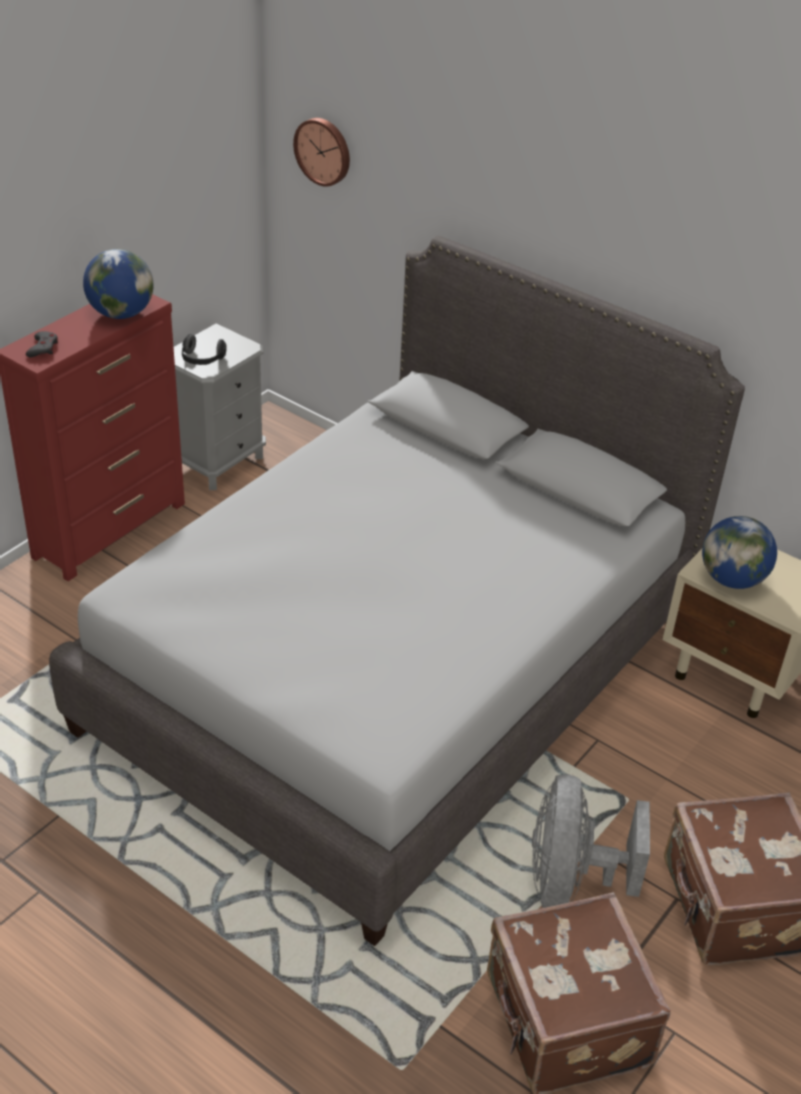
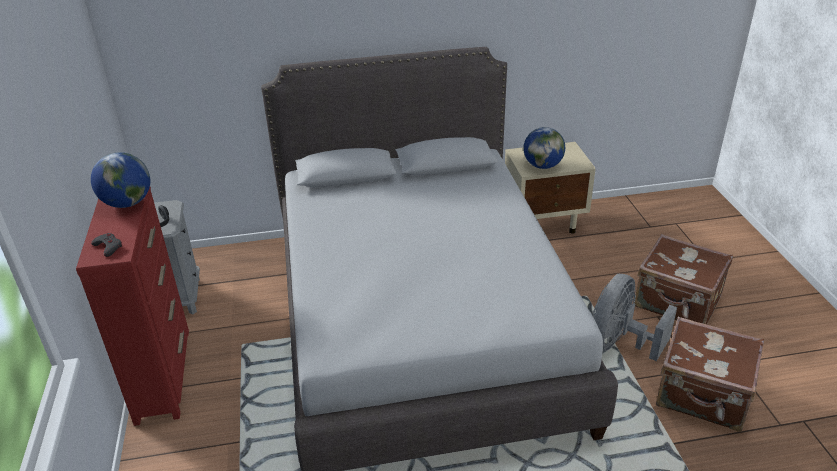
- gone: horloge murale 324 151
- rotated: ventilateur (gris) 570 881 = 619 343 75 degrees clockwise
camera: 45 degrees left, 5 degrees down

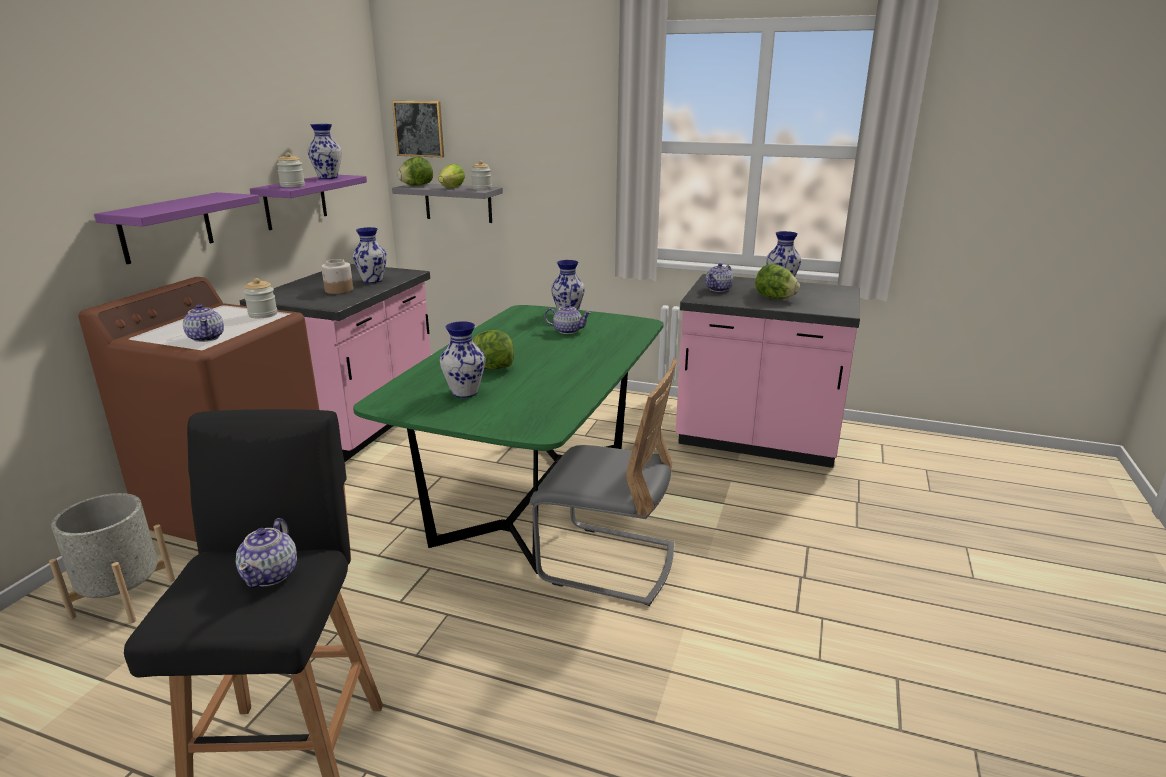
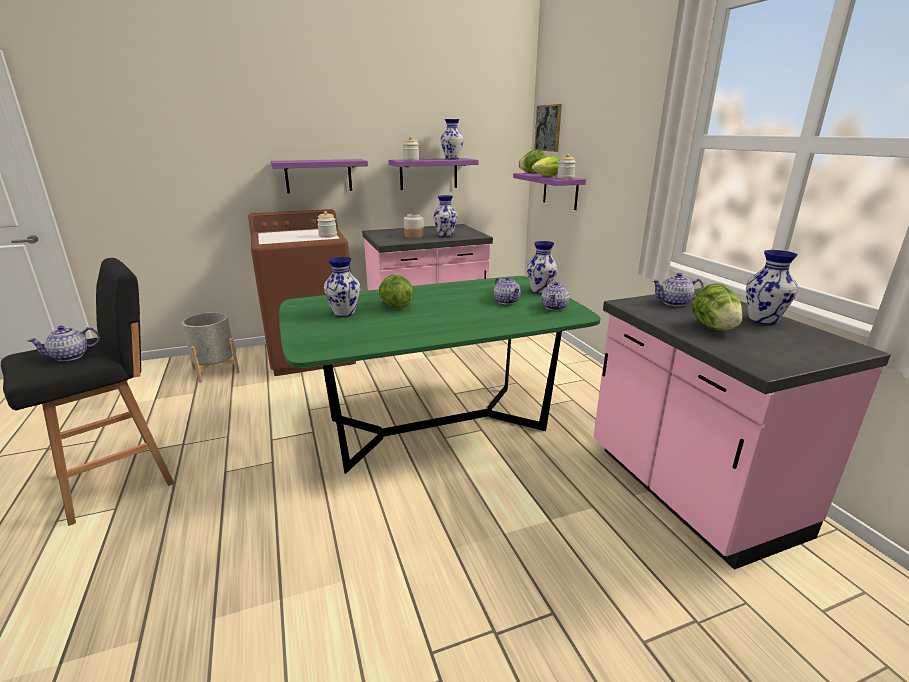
- repainted: étagère (gris) 458 203 to étagère (violet) 560 190
- shifted: théière 206 338 to 554 307
- gone: chaise (gris) 607 563
camera: 50 degrees right, 0 degrees up

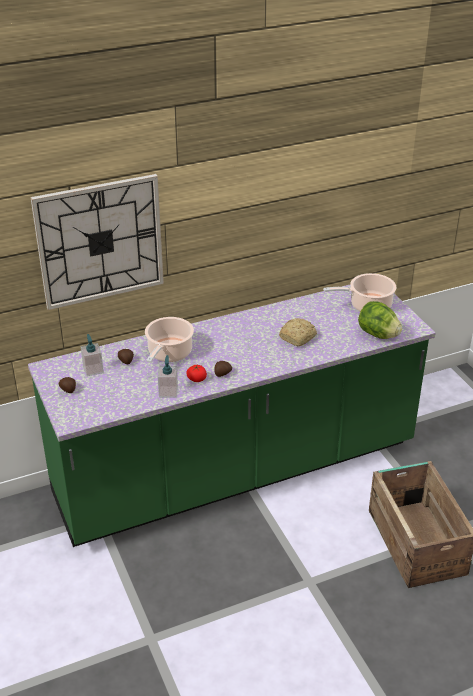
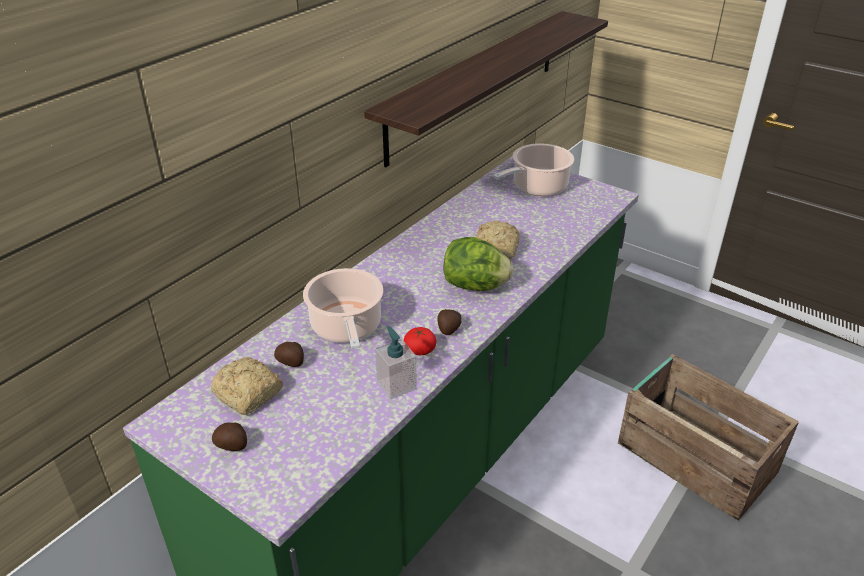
- gone: horloge murale 100 241
- shifted: laitue 378 334 to 475 286
- swapped: distributeur de savon 93 369 to pain 248 395
- new: étagère 476 83
camera: 30 degrees left, 0 degrees up

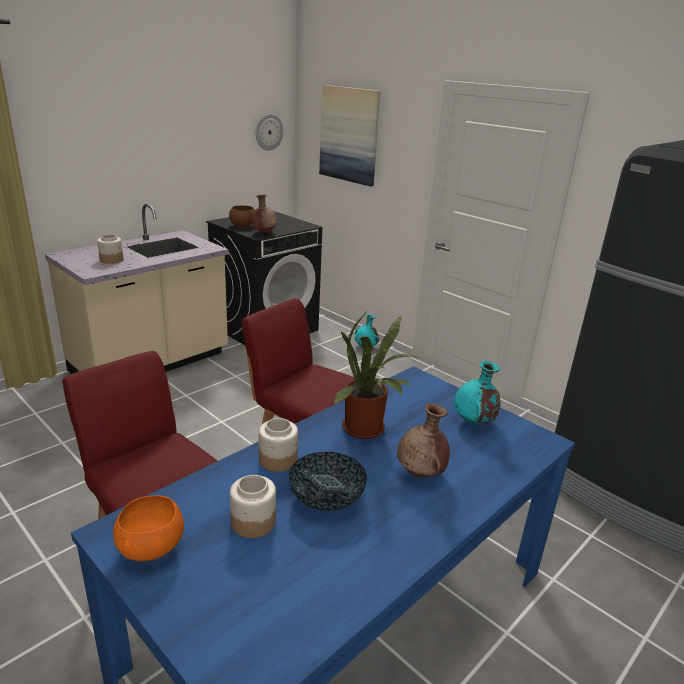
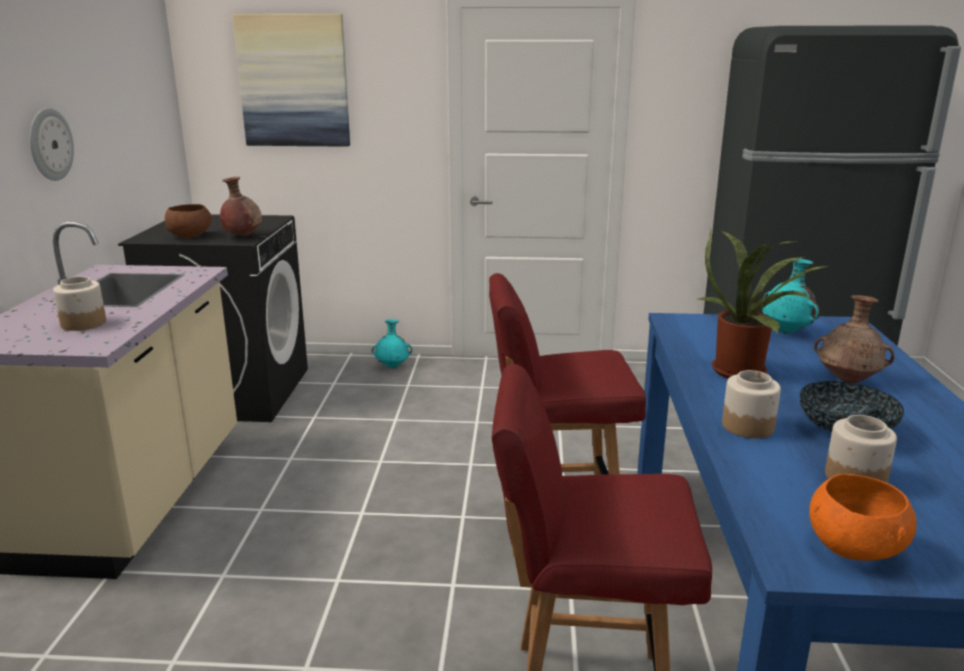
- shifted: horloge murale 268 132 to 49 144
camera: 40 degrees left, 5 degrees down

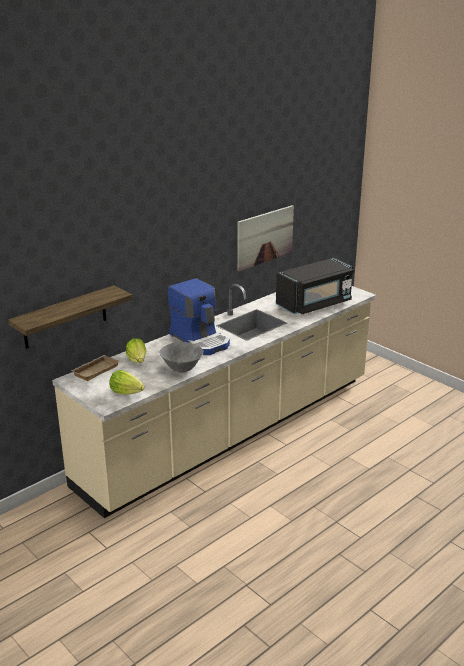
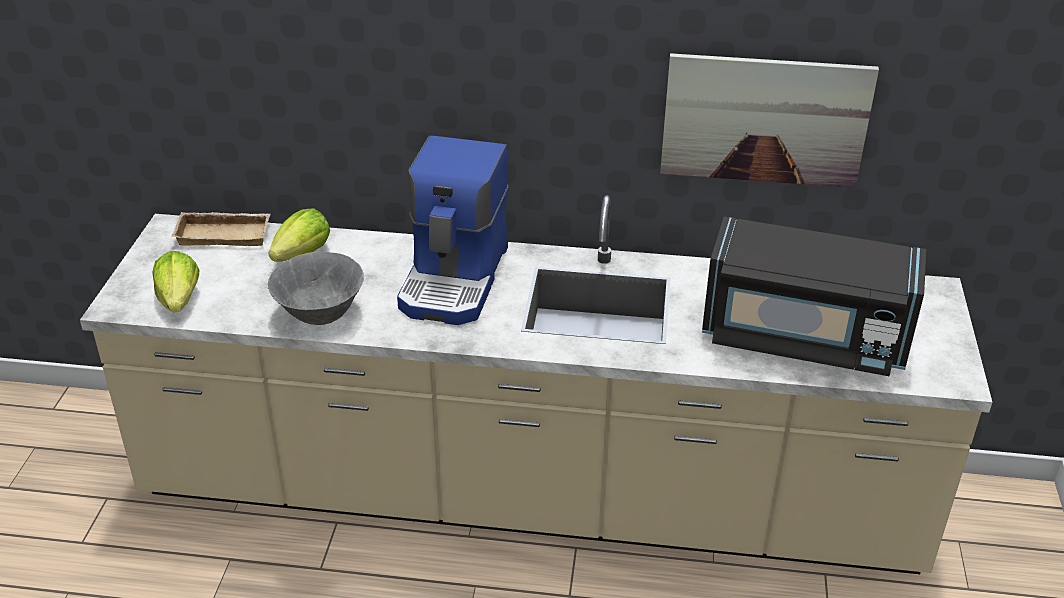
- gone: étagère 65 317
camera: 50 degrees right, 10 degrees up

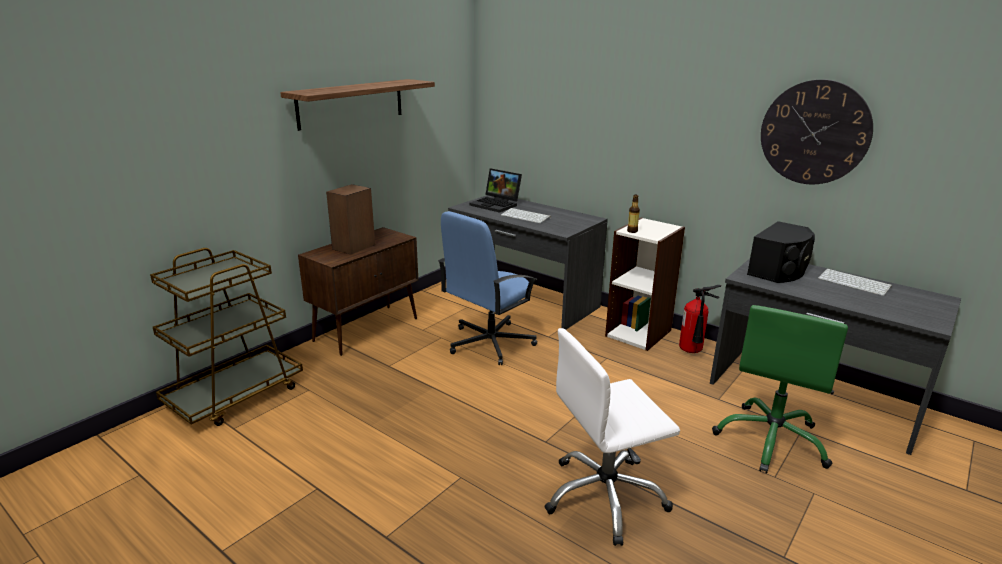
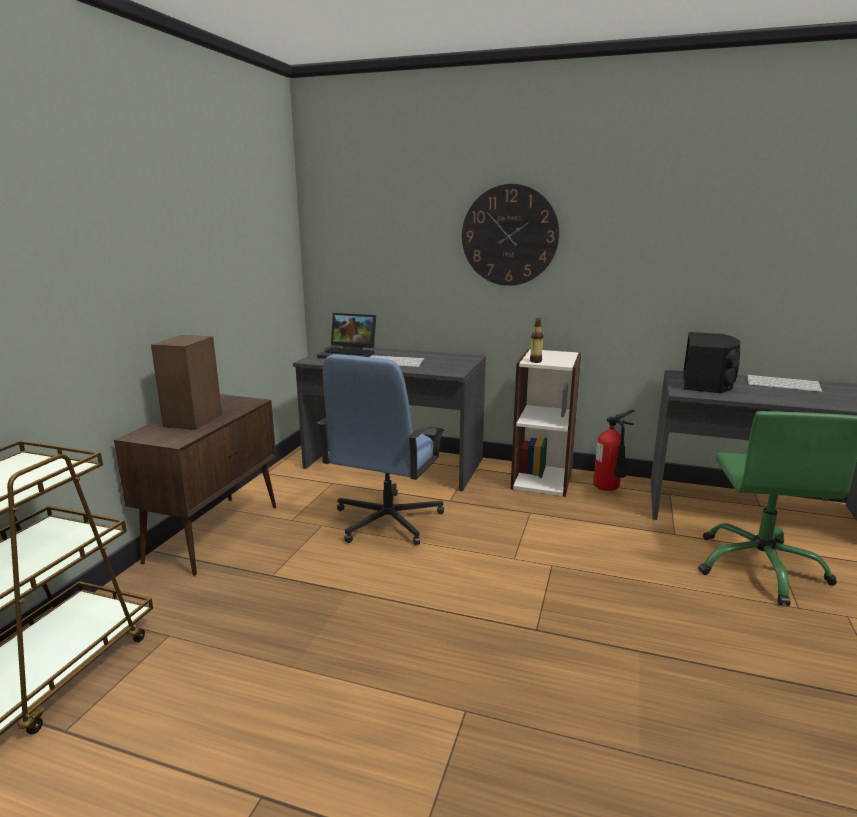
- gone: étagère 351 103
- shifted: horloge murale 814 133 to 509 235
- gone: chaise de bureau (blanc) 605 497
camera: 20 degrees left, 5 degrees down

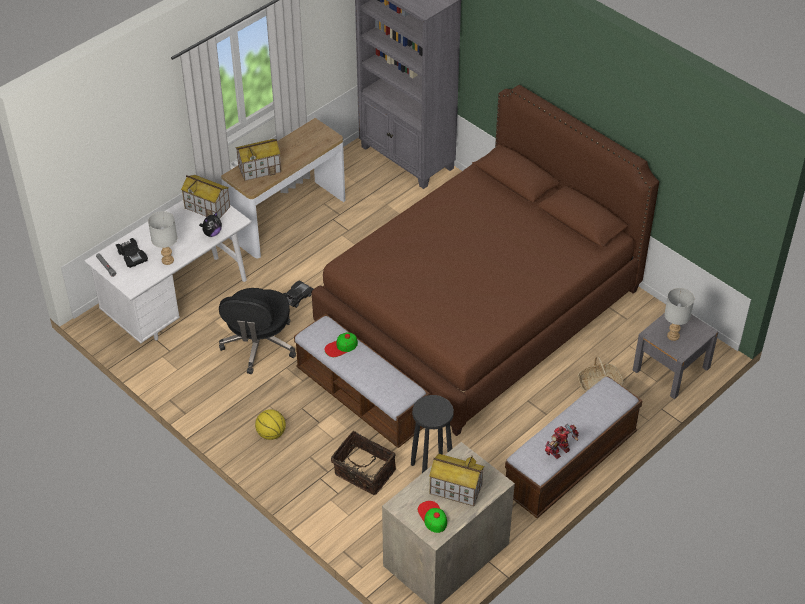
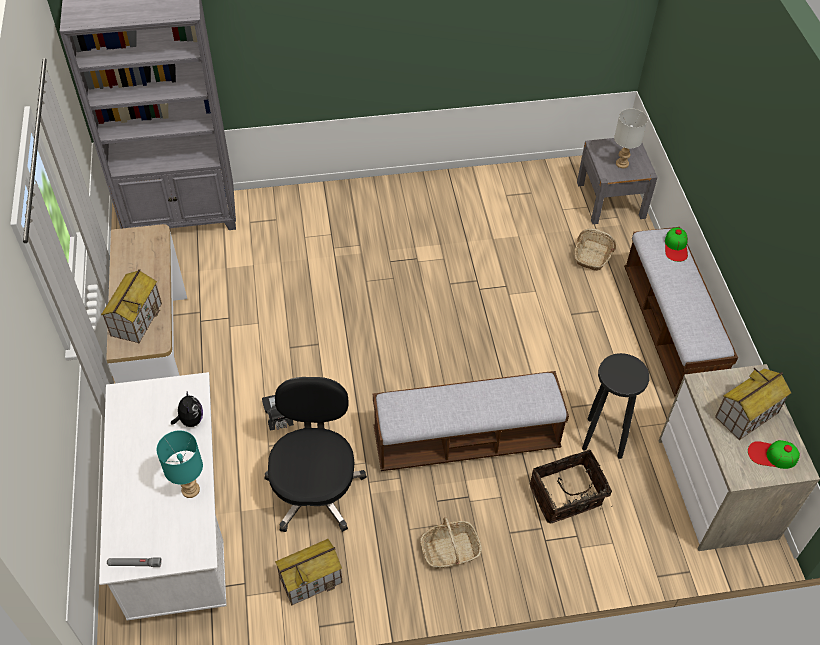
- gone: lit (marron) 479 309
- shifted: maison miniature 207 207 to 311 579
- repainted: lampe de table (gris) 168 260 to lampe de table (turquoise) 190 489
- gone: petite voiture (noir) 132 256
- rotated: chaise de bureau (noir) 259 345 = 315 489 135 degrees counterclockwise
- shifted: casquette 341 347 to 676 247
- swapped: ballon de basket 271 433 to panier 450 550
- gone: robot jouet 560 452
camera: 55 degrees left, 5 degrees up

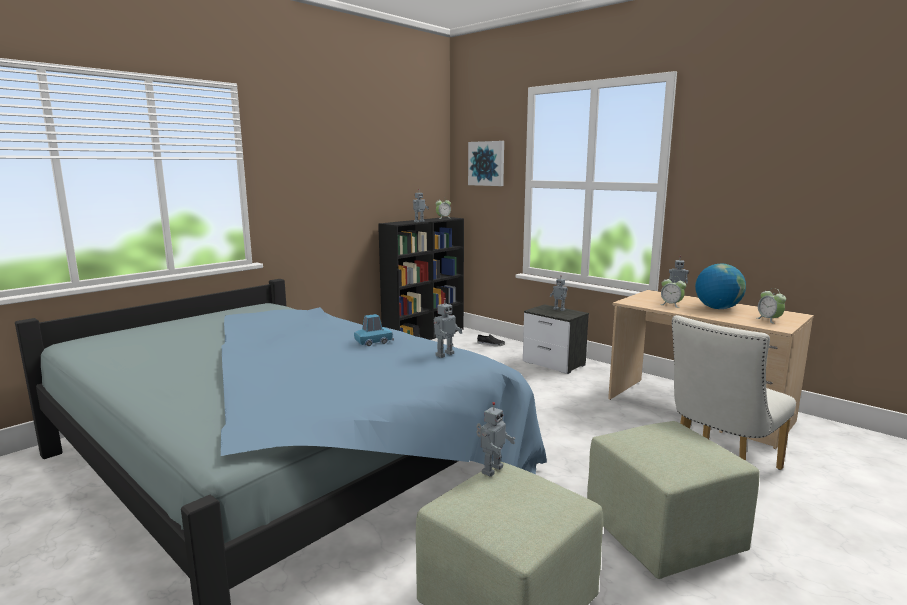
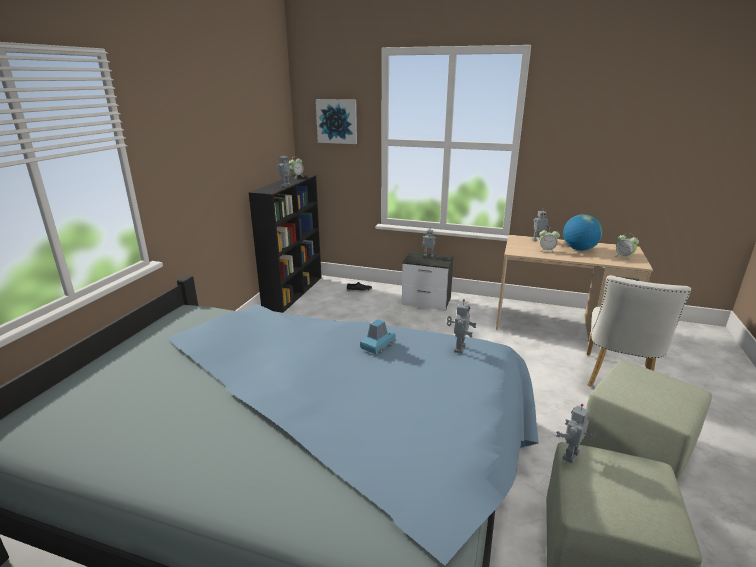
- rotated: robot jouet 491 469 = 572 456 150 degrees counterclockwise
camera: 25 degrees left, 10 degrees up

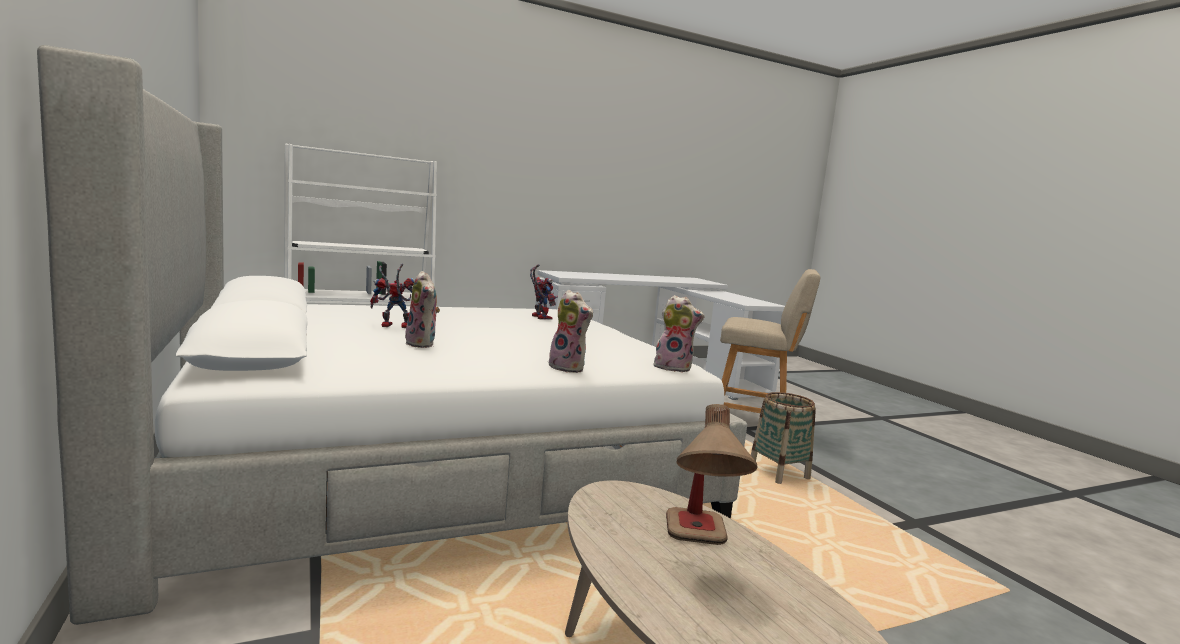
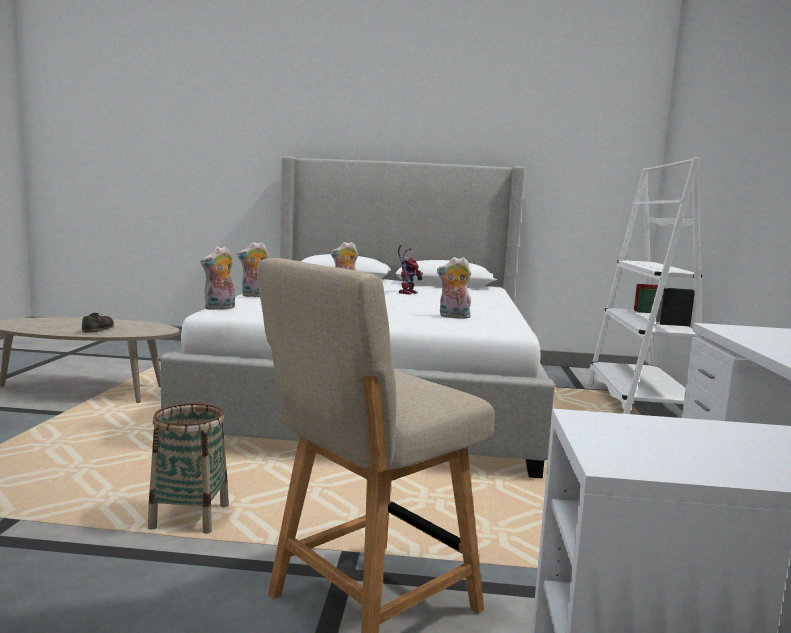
- swapped: robot jouet 539 317 to peluche 453 317
- swapped: lampe de table 699 547 to chaussure (marron) 98 329
camera: 120 degrees right, 0 degrees up

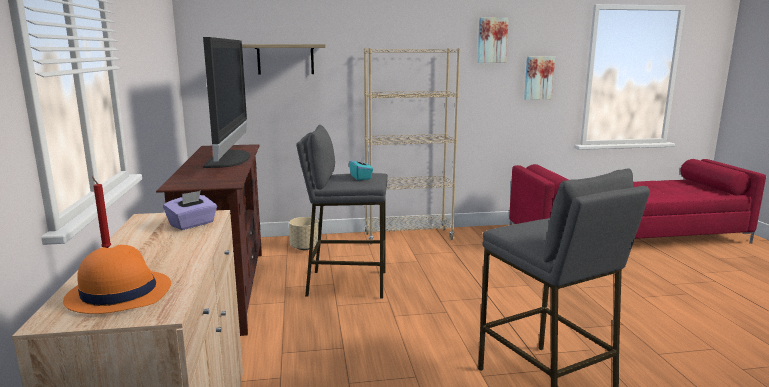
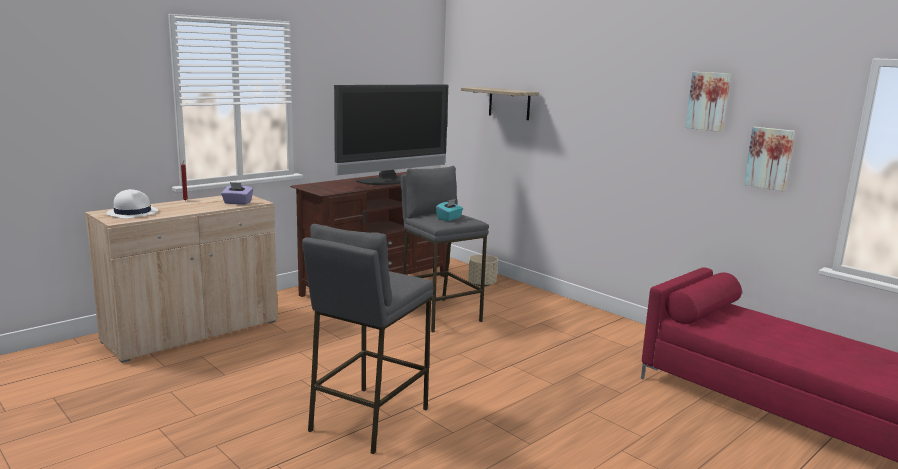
- gone: bibliothèque (beige) 408 237
- repainted: chapeau (orange) 118 293 to chapeau (blanc) 132 213
camera: 55 degrees right, 0 degrees up

